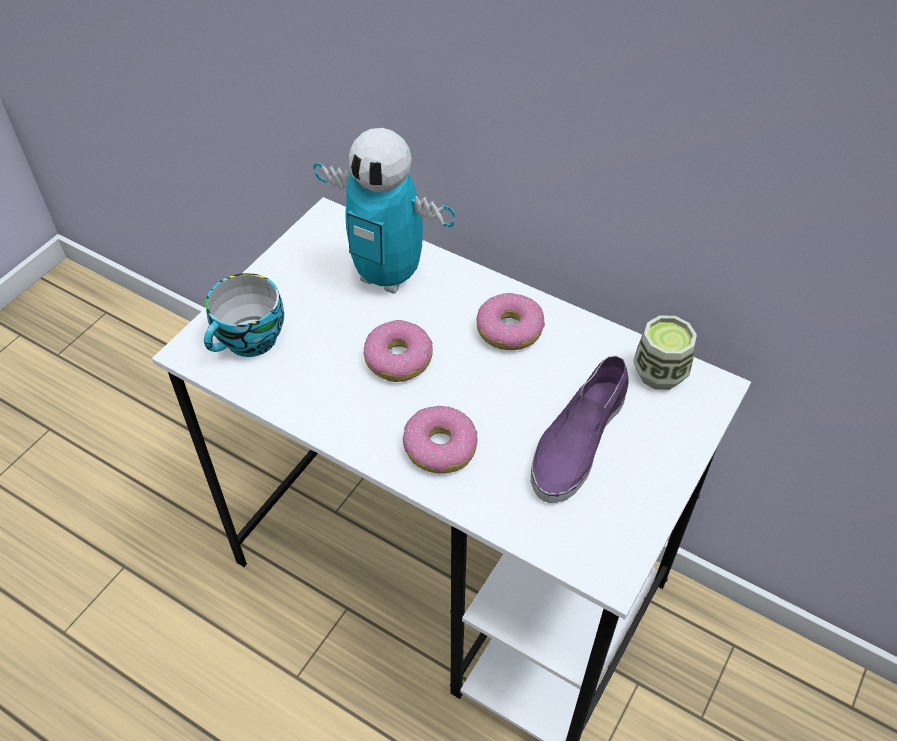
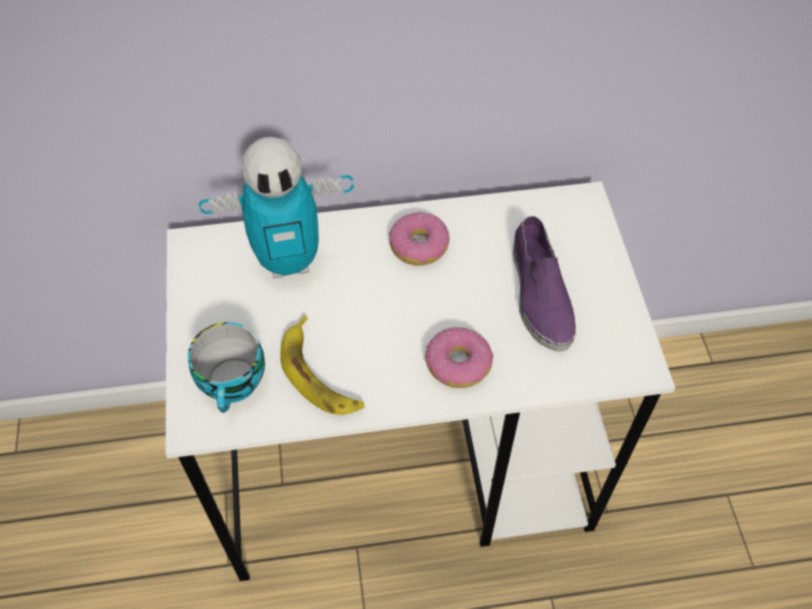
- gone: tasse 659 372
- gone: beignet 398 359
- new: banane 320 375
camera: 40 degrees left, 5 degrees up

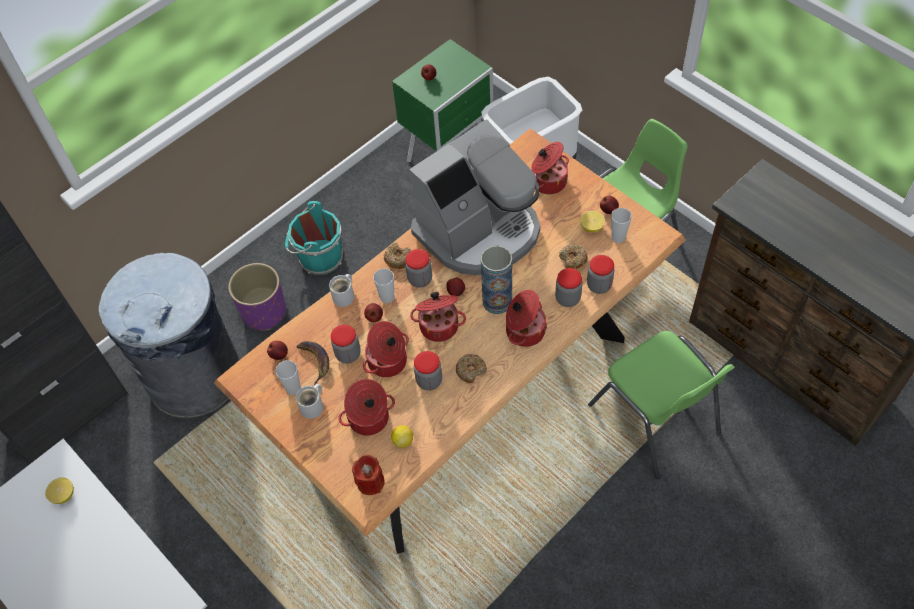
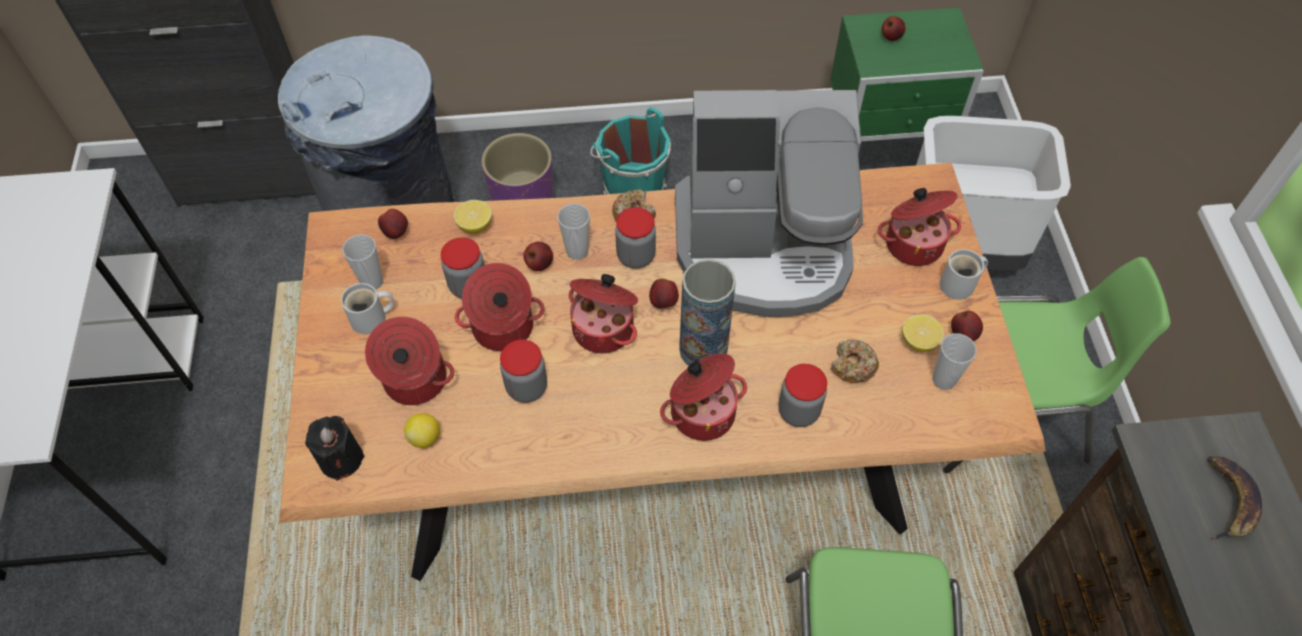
- gone: bocal 599 285
- shifted: mug (blanc) 345 296 to 960 285
- shifted: banane 315 361 to 1228 501
- gone: beignet 471 370
- repainted: bougie (rouge) 370 482 to bougie (noir) 341 459
- shifted: citron 63 495 to 475 225
camera: 35 degrees right, 0 degrees up

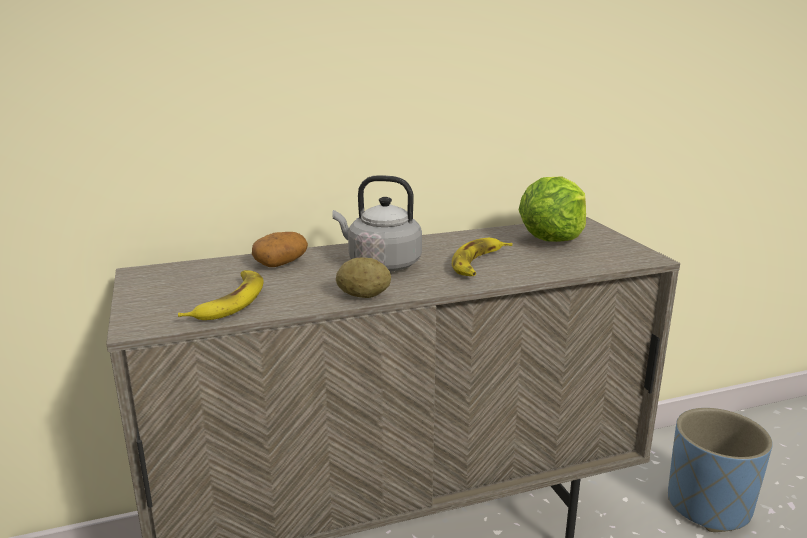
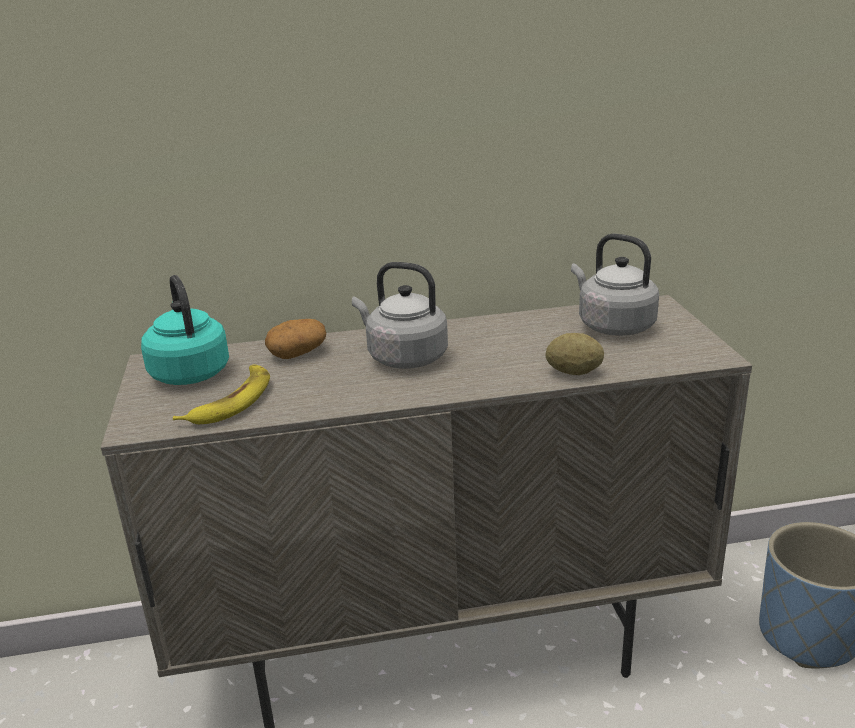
- swapped: laitue 552 238 to bouilloire (gris) 612 326
- gone: banane 479 263
- shifted: pomme de terre 363 296 to 573 372
- new: bouilloire (turquoise) 189 372
camera: 10 degrees right, 5 degrees up

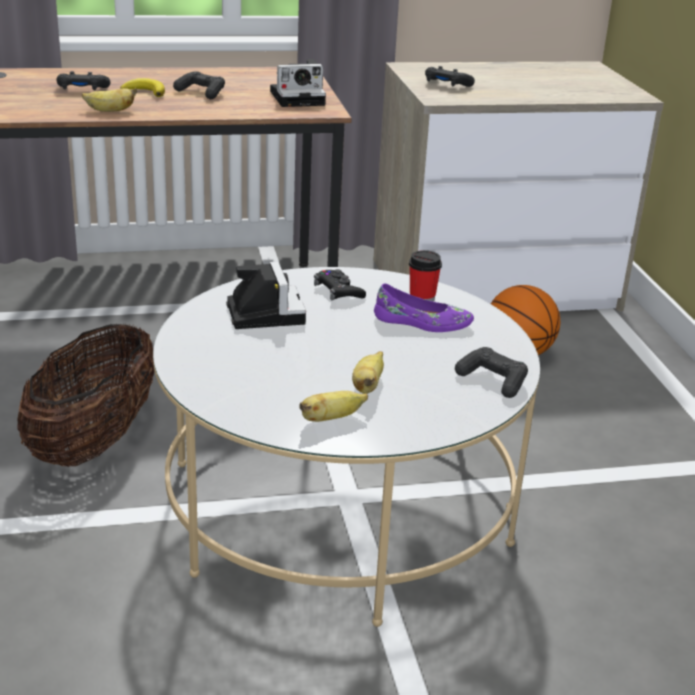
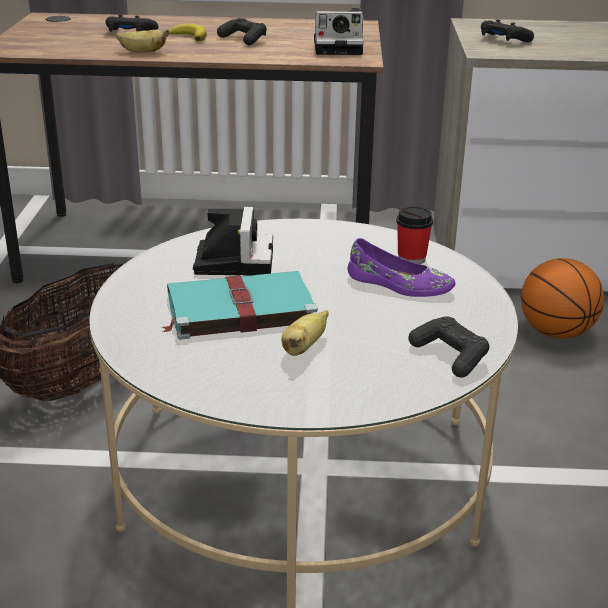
- gone: manette (noir) 338 291
- gone: banane 331 418
- new: livre (turquoise) 237 309
camera: 15 degrees right, 0 degrees up

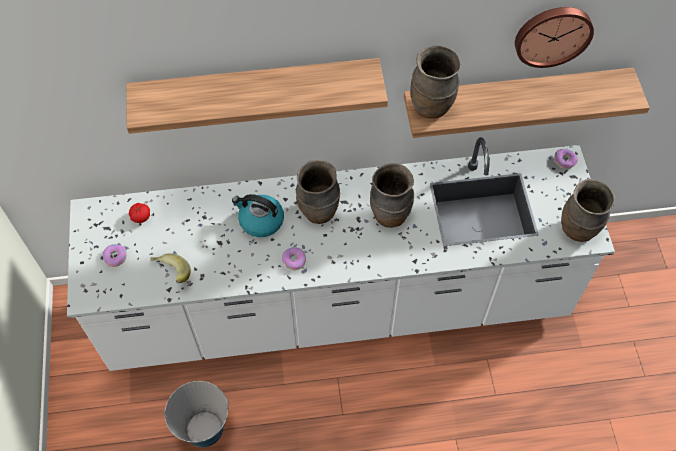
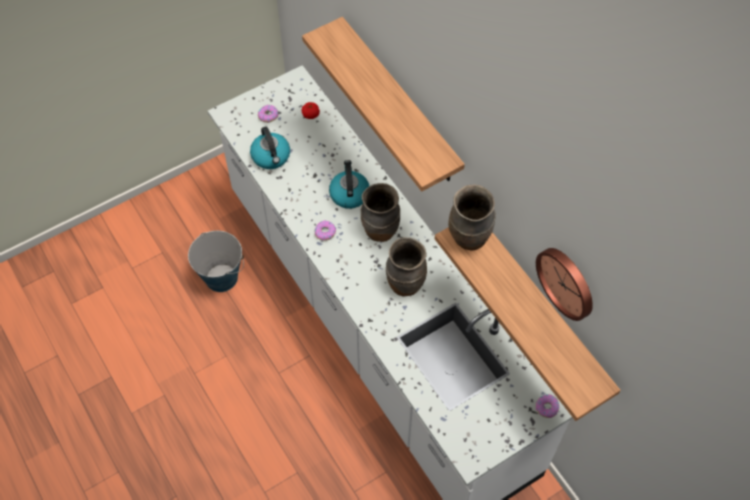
- gone: vase (marron) 578 230
- swapped: banane 171 274 to bouilloire 271 157
camera: 65 degrees right, 0 degrees up

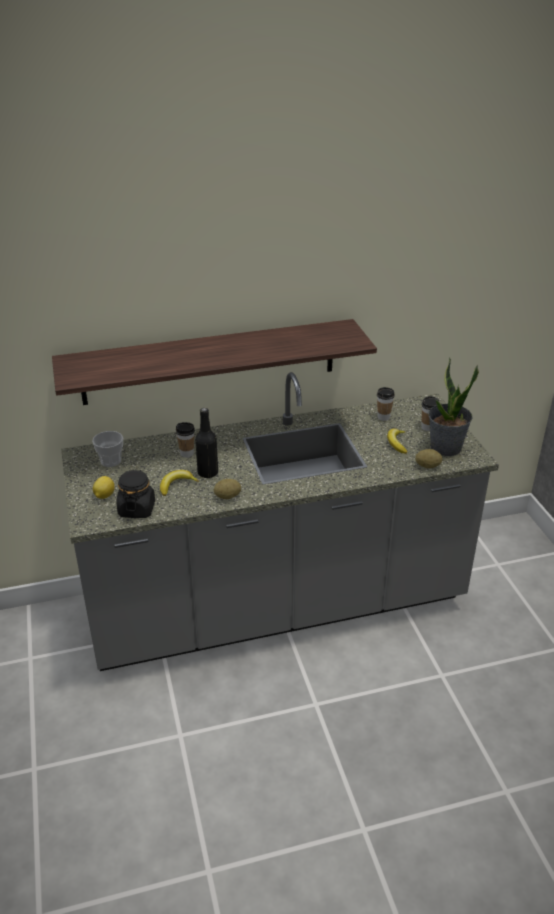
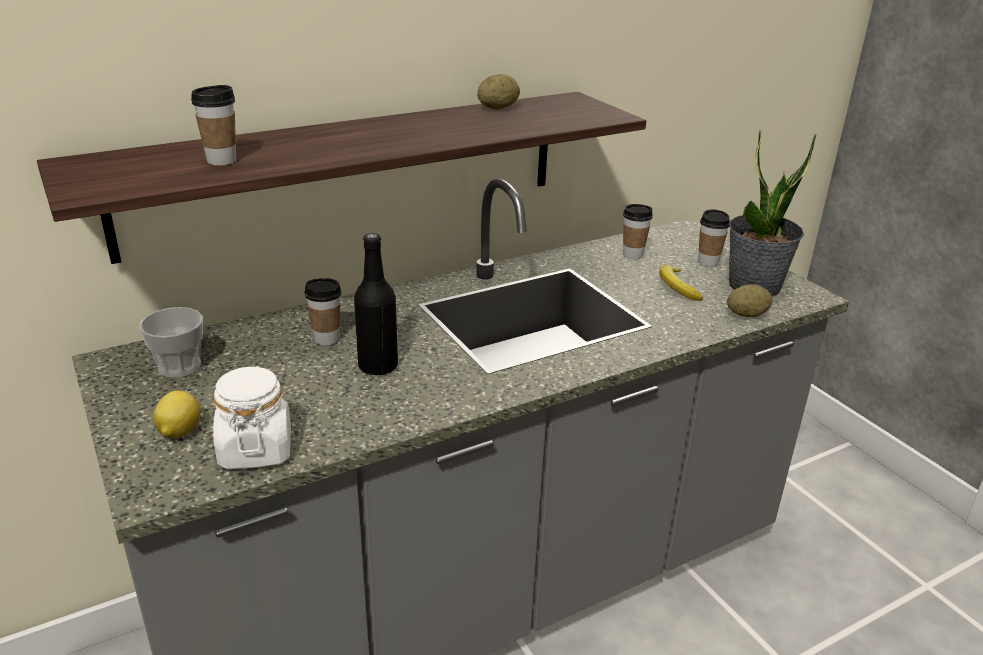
- repainted: bocal (noir) 137 509 to bocal (blanc) 256 449
- gone: banane 176 485
- shifted: pomme de terre 227 496 to 498 108
- new: tasse 221 161
camera: 15 degrees left, 5 degrees down

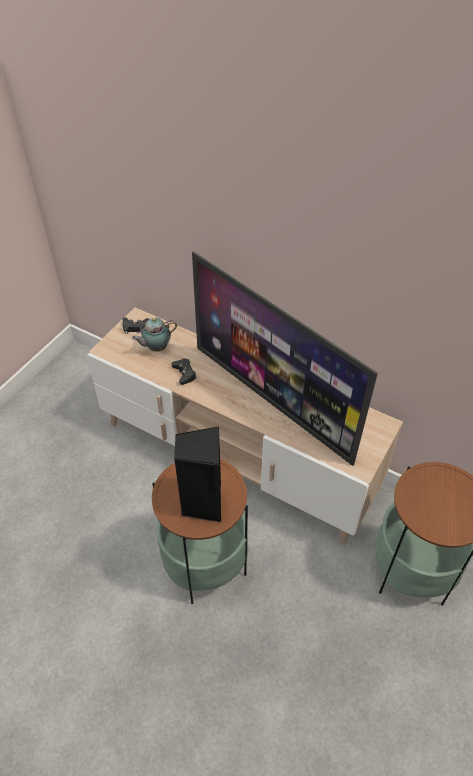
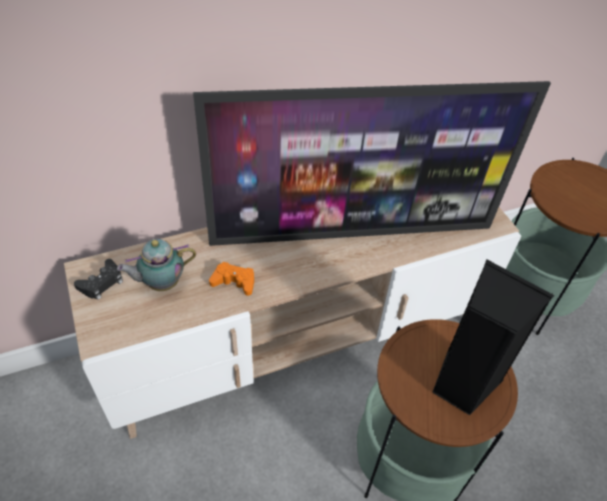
- rotated: théière 156 348 = 161 283 60 degrees clockwise
- repainted: manette (noir) 184 373 to manette (orange) 234 282
camera: 55 degrees left, 0 degrees up

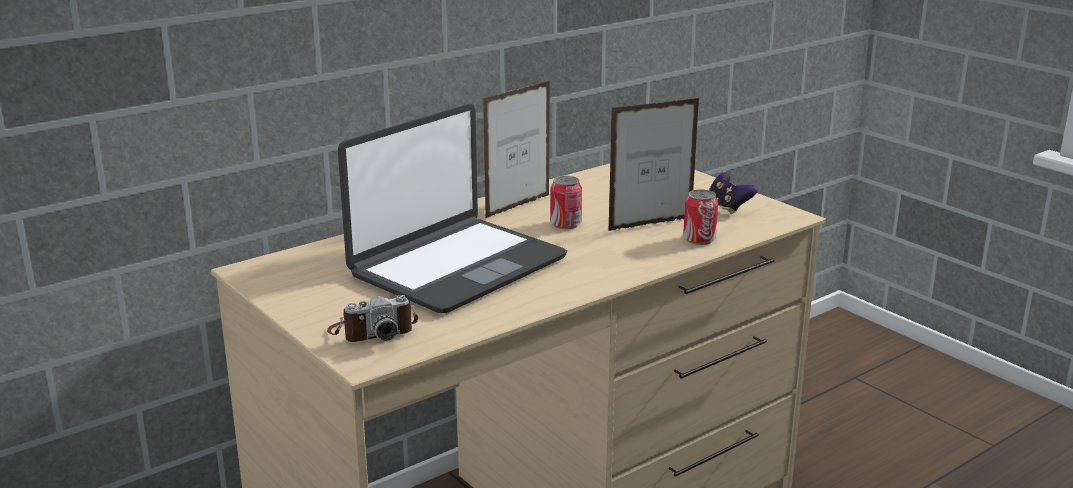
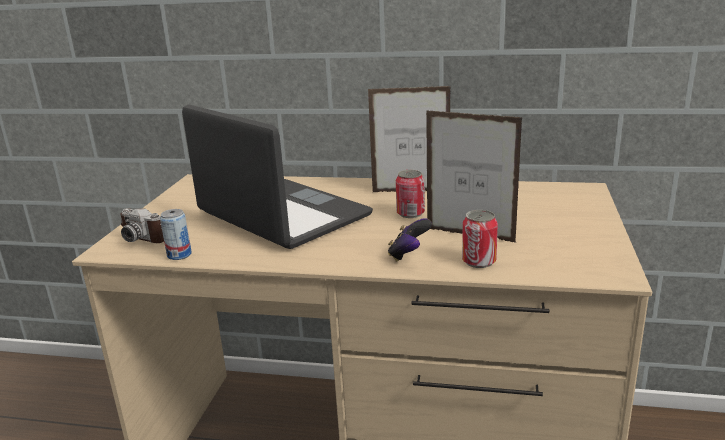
- rotated: ordinateur portable 456 266 = 282 216 135 degrees counterclockwise
- shifted: manette 728 208 to 409 255
- new: boîte métallique 179 255
camera: 50 degrees right, 0 degrees up

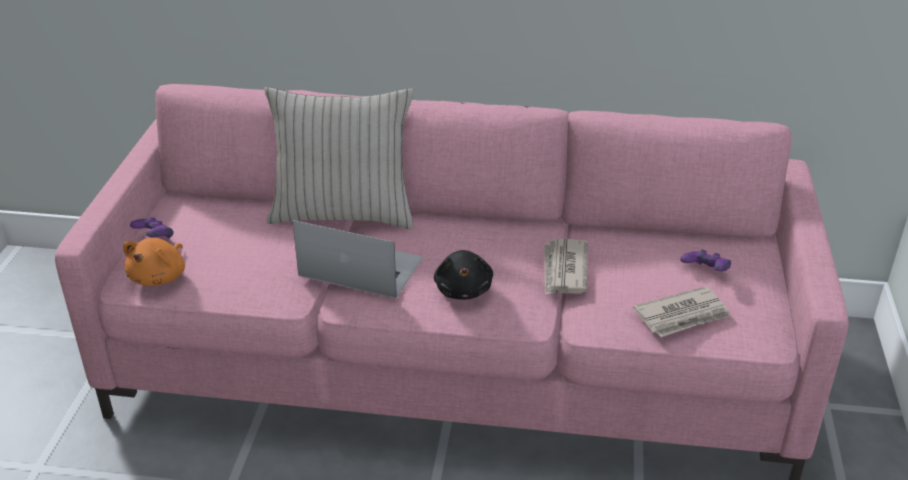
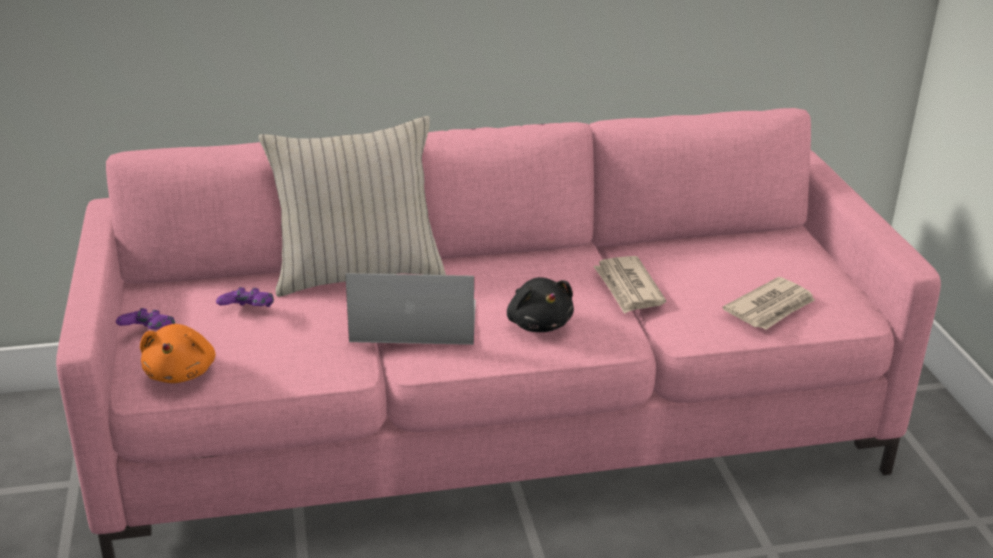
- shifted: manette (violet) 705 272 to 248 312
camera: 20 degrees left, 5 degrees down

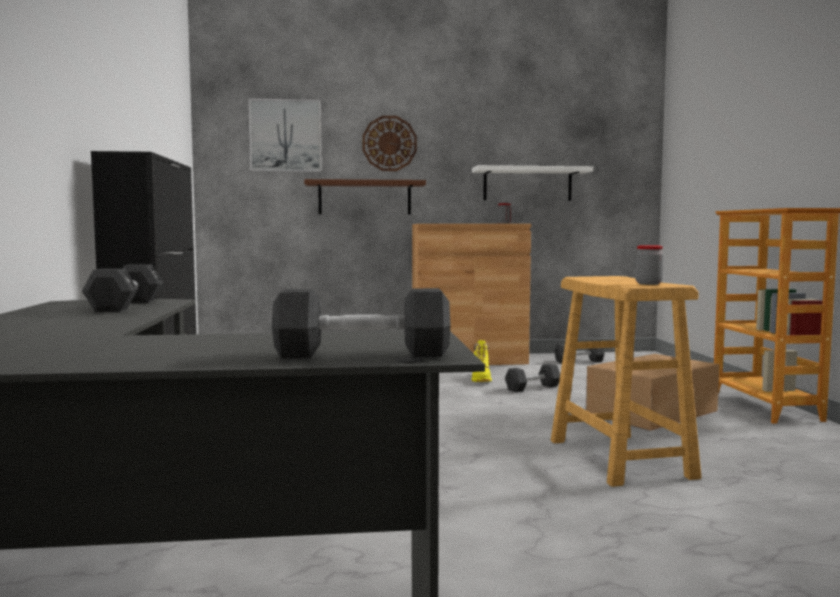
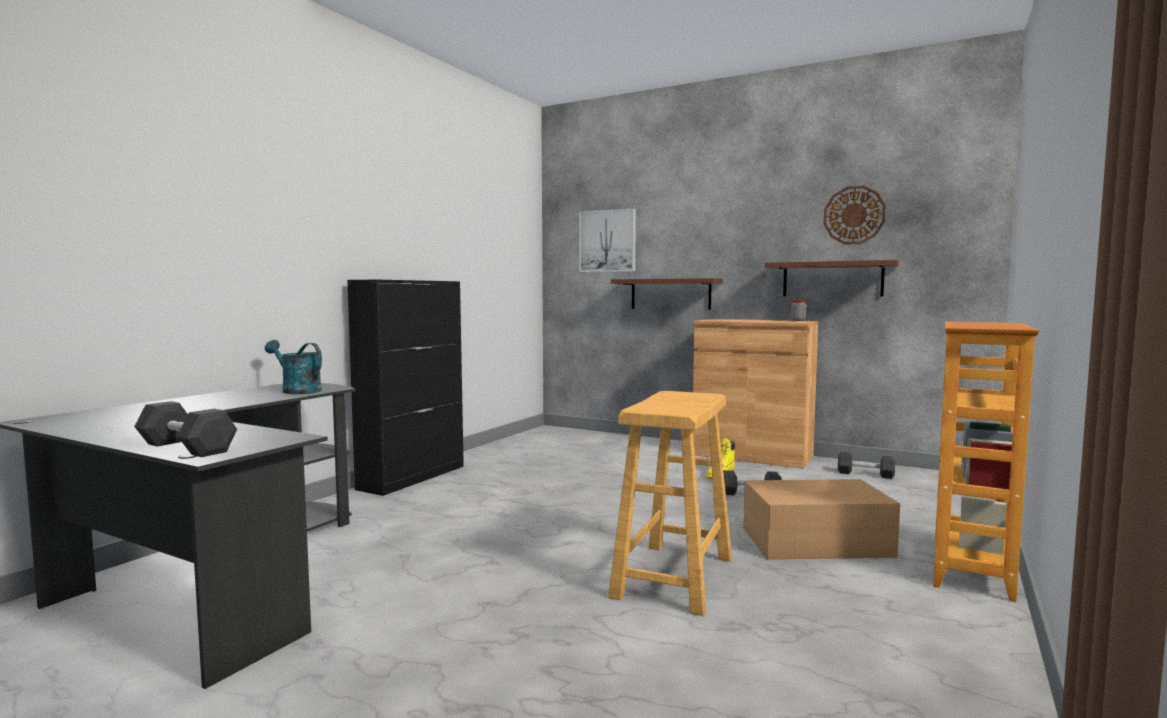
- shifted: horloge murale 389 143 to 854 215
- repainted: étagère (blanc) 527 184 to étagère (marron) 832 279
- gone: bocal 648 284
- swapped: haltère (noir) 126 306 to arrosoir (turquoise) 297 390
camera: 35 degrees right, 0 degrees up

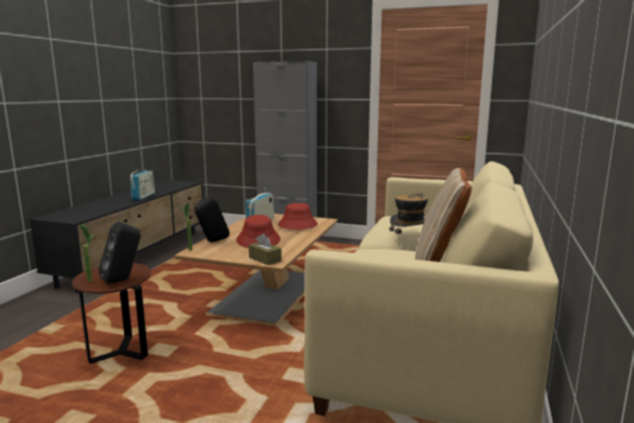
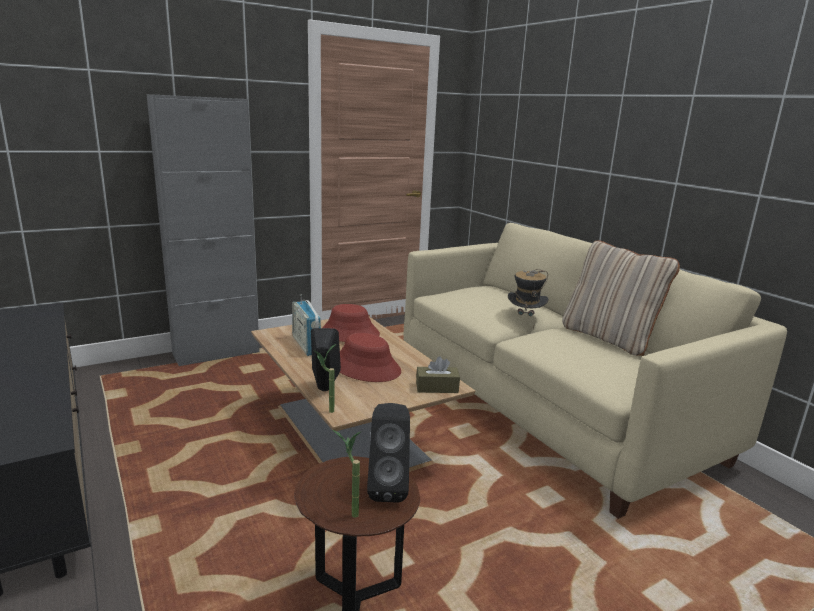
- gone: radio 143 196
camera: 50 degrees left, 5 degrees up

